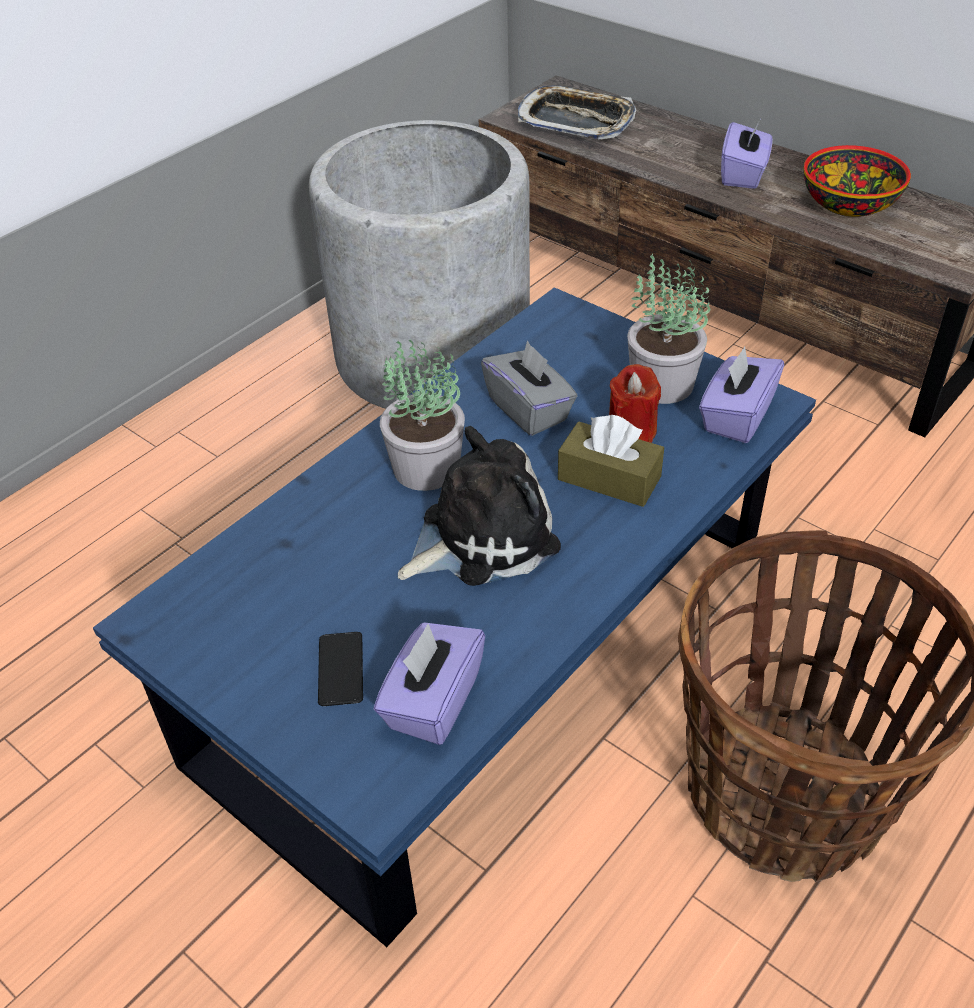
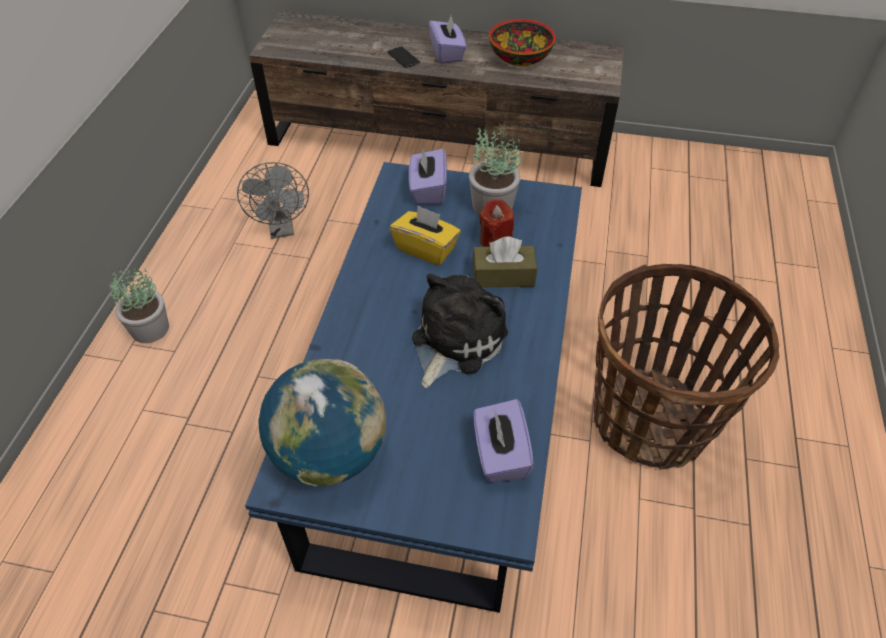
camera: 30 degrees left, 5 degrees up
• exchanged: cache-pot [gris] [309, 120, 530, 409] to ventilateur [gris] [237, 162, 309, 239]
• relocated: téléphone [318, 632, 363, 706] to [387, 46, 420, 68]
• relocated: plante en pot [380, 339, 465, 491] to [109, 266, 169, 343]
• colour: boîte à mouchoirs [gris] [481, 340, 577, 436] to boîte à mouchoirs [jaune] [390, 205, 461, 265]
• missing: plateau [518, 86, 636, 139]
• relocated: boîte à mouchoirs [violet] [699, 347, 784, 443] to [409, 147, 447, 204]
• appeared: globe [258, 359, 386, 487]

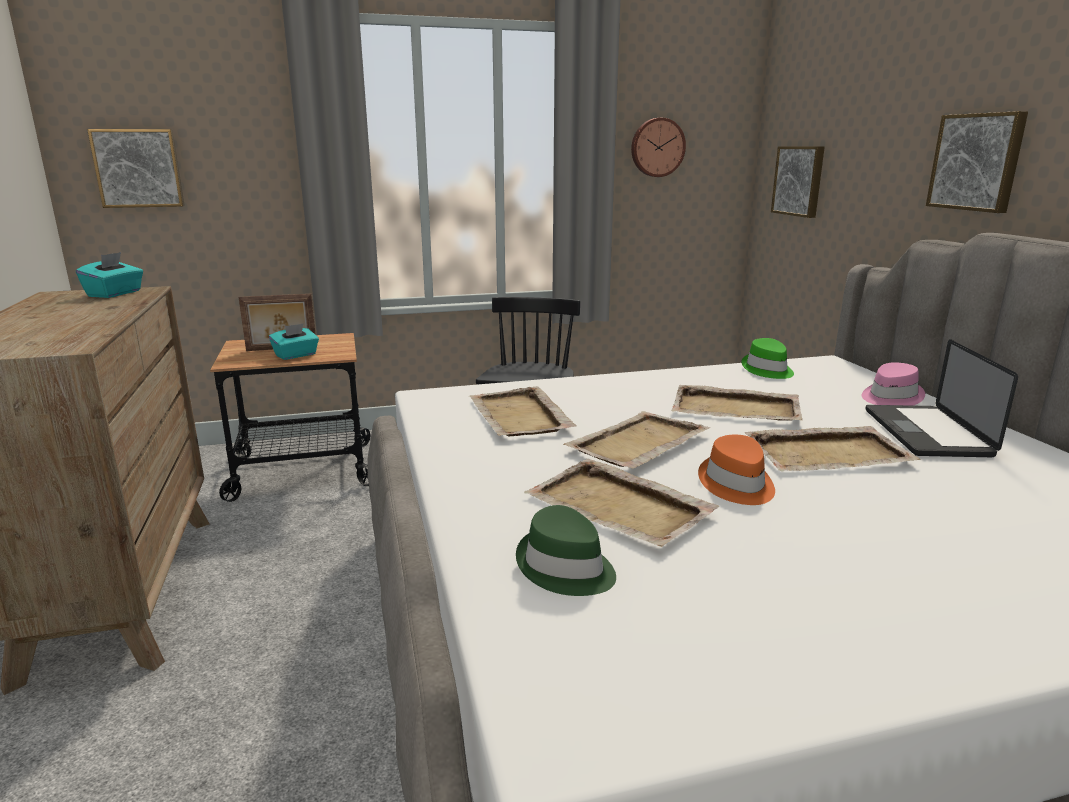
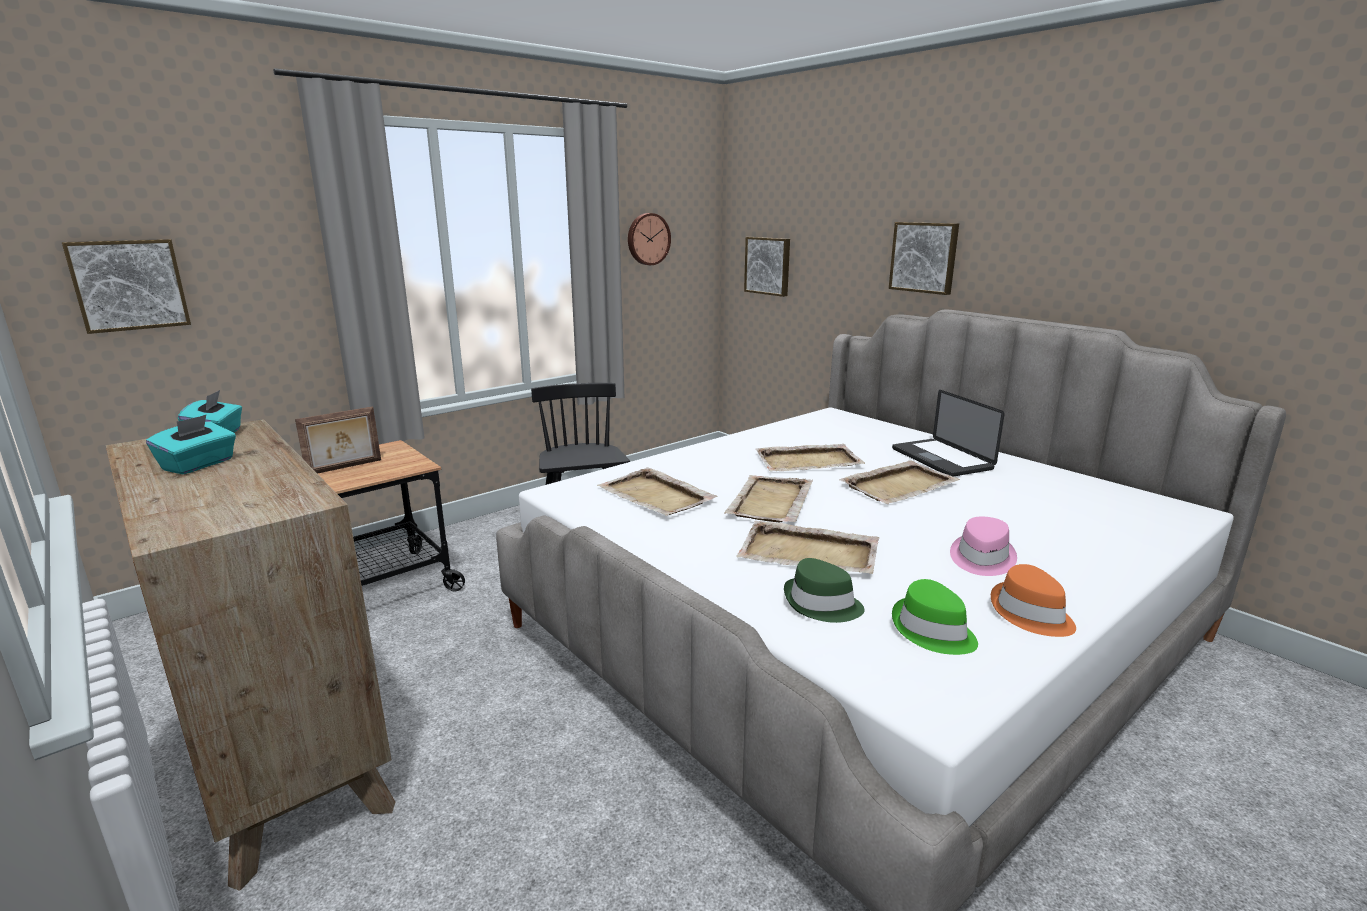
camera: 25 degrees left, 0 degrees up
• relocated: boîte à mouchoirs [turquoise] [269, 324, 319, 360] to [146, 415, 236, 474]
• relocated: chapeau [orange] [698, 435, 775, 505] to [991, 564, 1076, 637]
• relocated: chapeau [vert] [741, 338, 794, 379] to [892, 579, 978, 655]
• relocated: chapeau [rose] [862, 362, 925, 406] to [950, 517, 1017, 576]

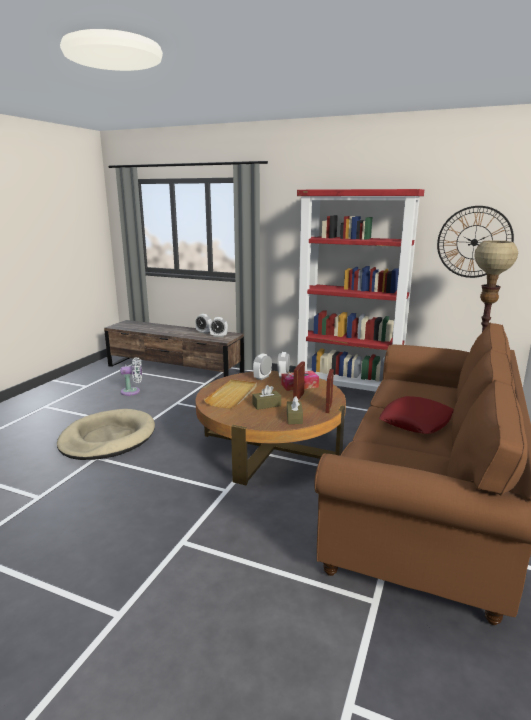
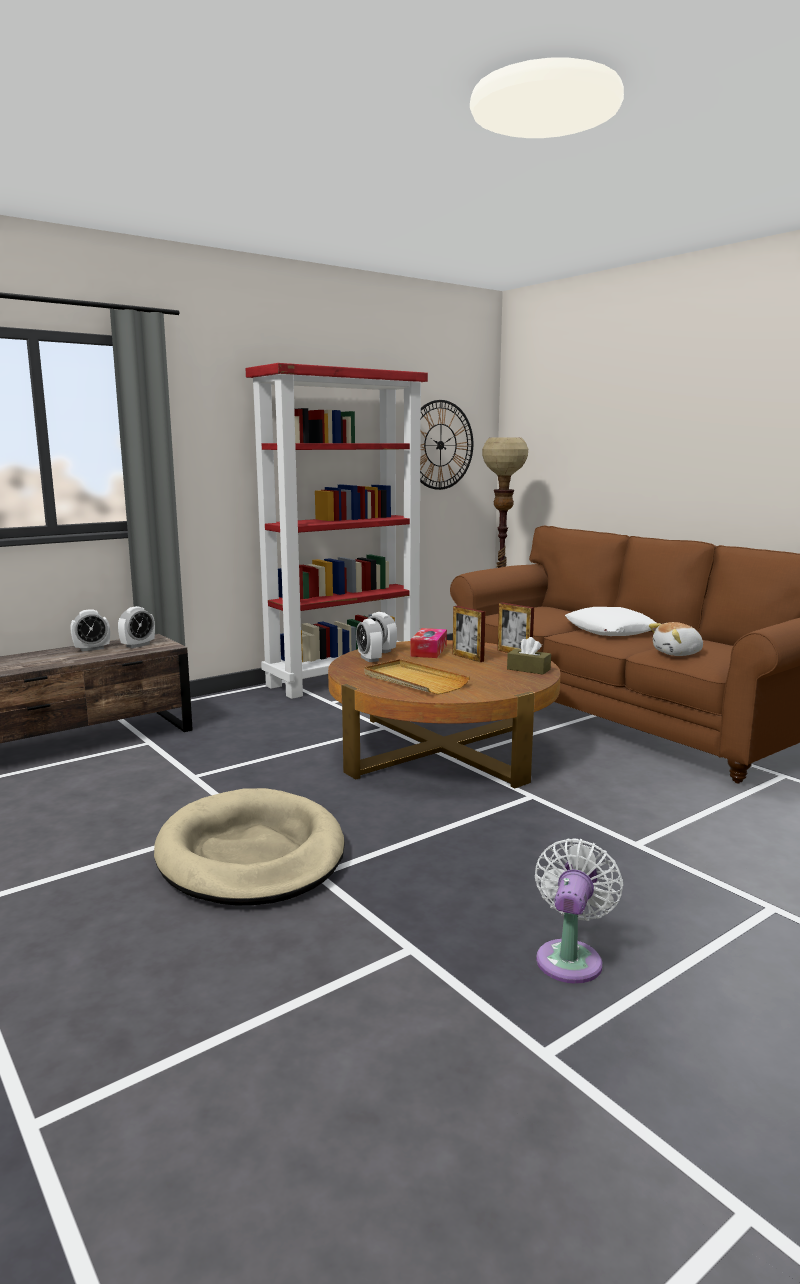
camera: 60 degrees left, 5 degrees down
• relocated: ventilateur [blanc] [120, 357, 142, 396] to [535, 838, 623, 984]
• missing: boîte à mouchoirs [marron] [252, 385, 281, 410]
• colour: coussin [rouge] [379, 396, 454, 434] to coussin [blanc] [565, 607, 656, 636]
• appeared: peluche [649, 622, 704, 656]

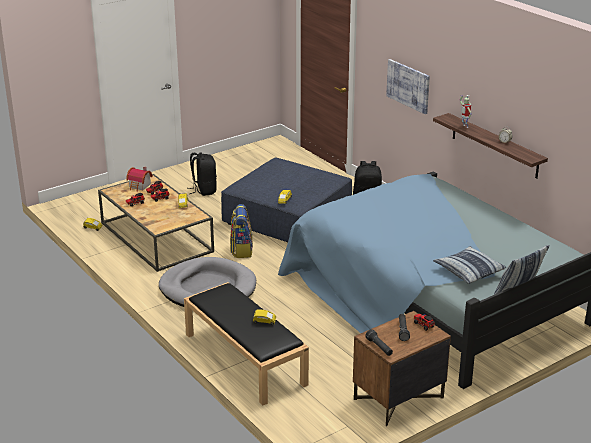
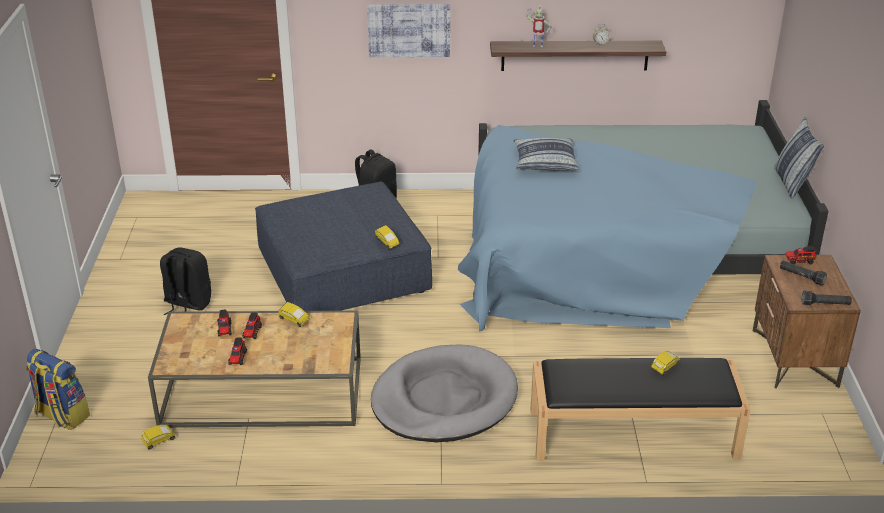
camera: 55 degrees left, 5 degrees up
• missing: maison miniature [126, 167, 153, 192]
• relocated: sac à dos [230, 204, 253, 258] to [26, 349, 90, 430]
• relocated: coussin [433, 246, 506, 284] to [513, 137, 578, 171]

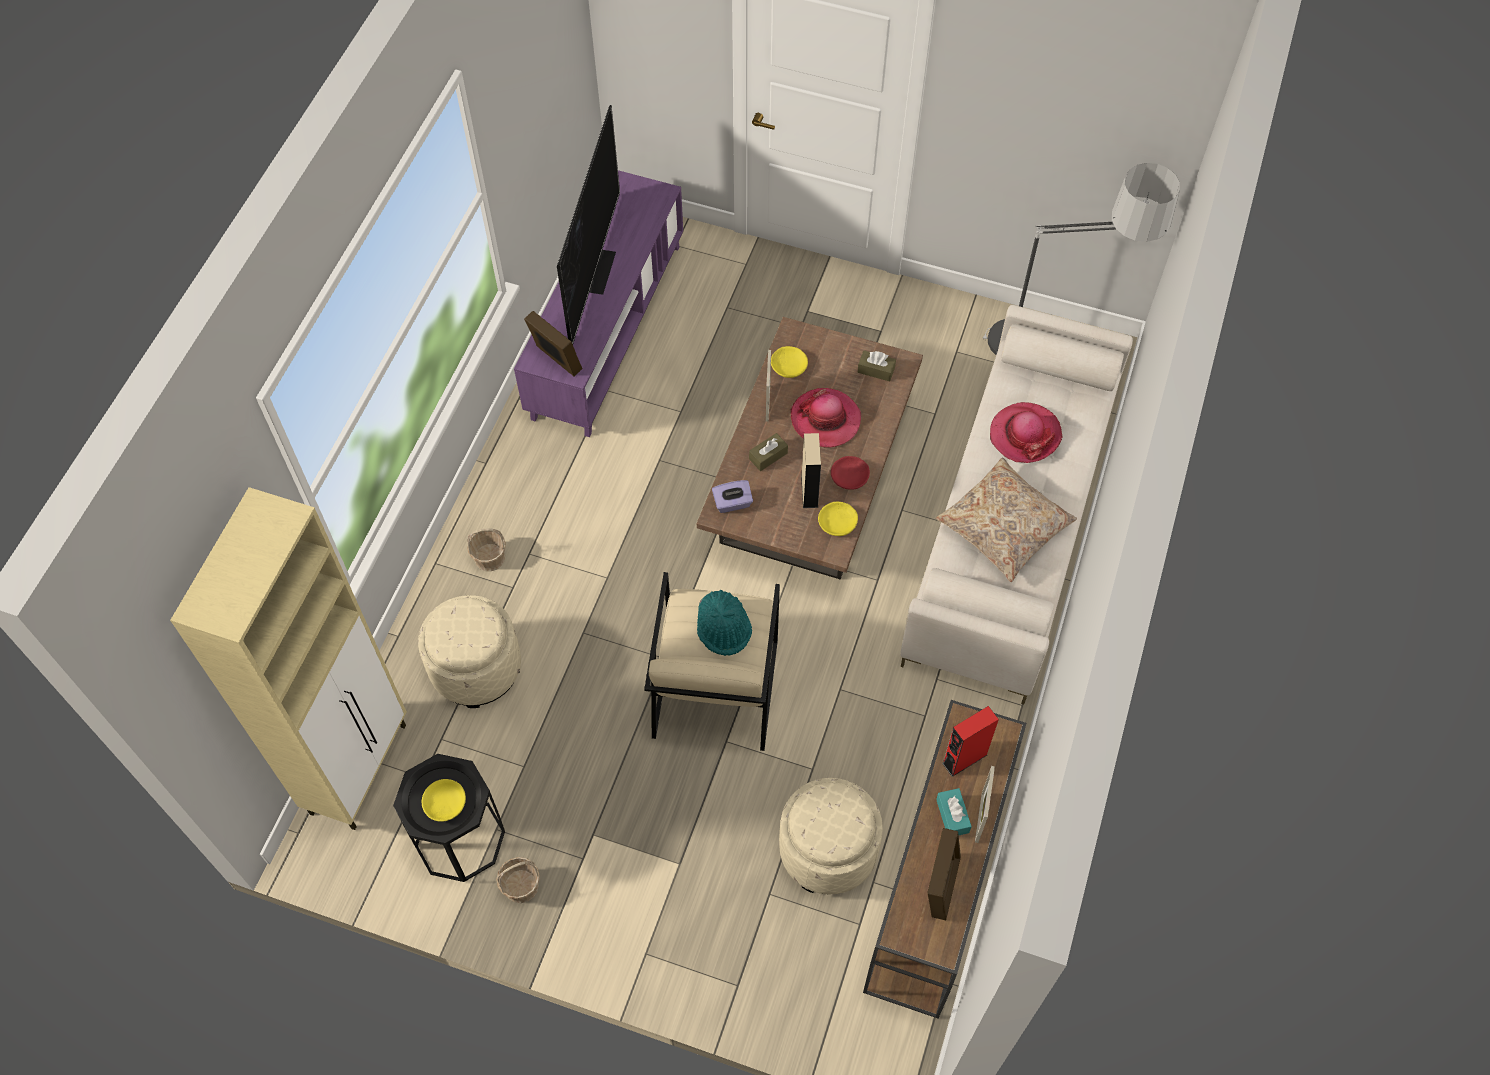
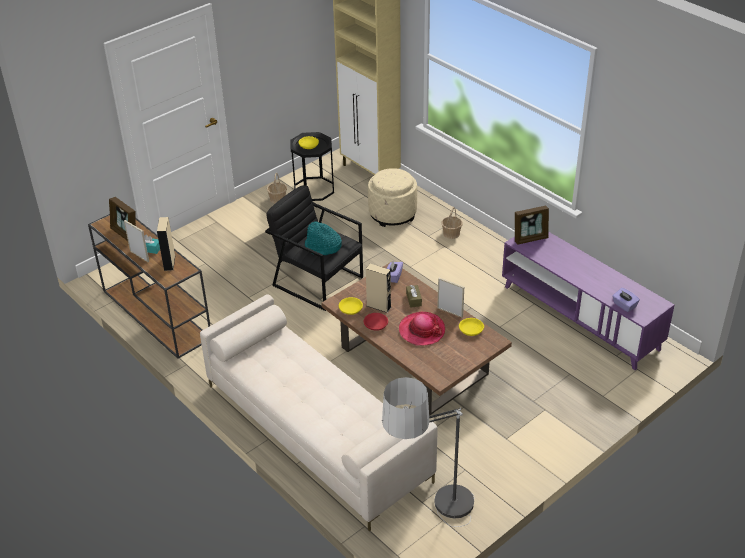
camera: 120 degrees right, 20 degrees down
• missing: téléviseur [557, 105, 620, 344]
• colour: fauteuil [beige] [644, 572, 780, 751] to fauteuil [noir] [265, 186, 363, 311]
• missing: pouf [beige] [779, 778, 883, 894]
• missing: boîte à mouchoirs [marron] [858, 351, 896, 382]
• missing: coussin [beige] [936, 458, 1077, 582]
• colour: enceinte [rouge] [942, 706, 999, 777] to enceinte [beige] [157, 217, 176, 271]
• missing: chapeau [990, 402, 1063, 463]
• appeared: boîte à mouchoirs [violet] [612, 288, 640, 312]

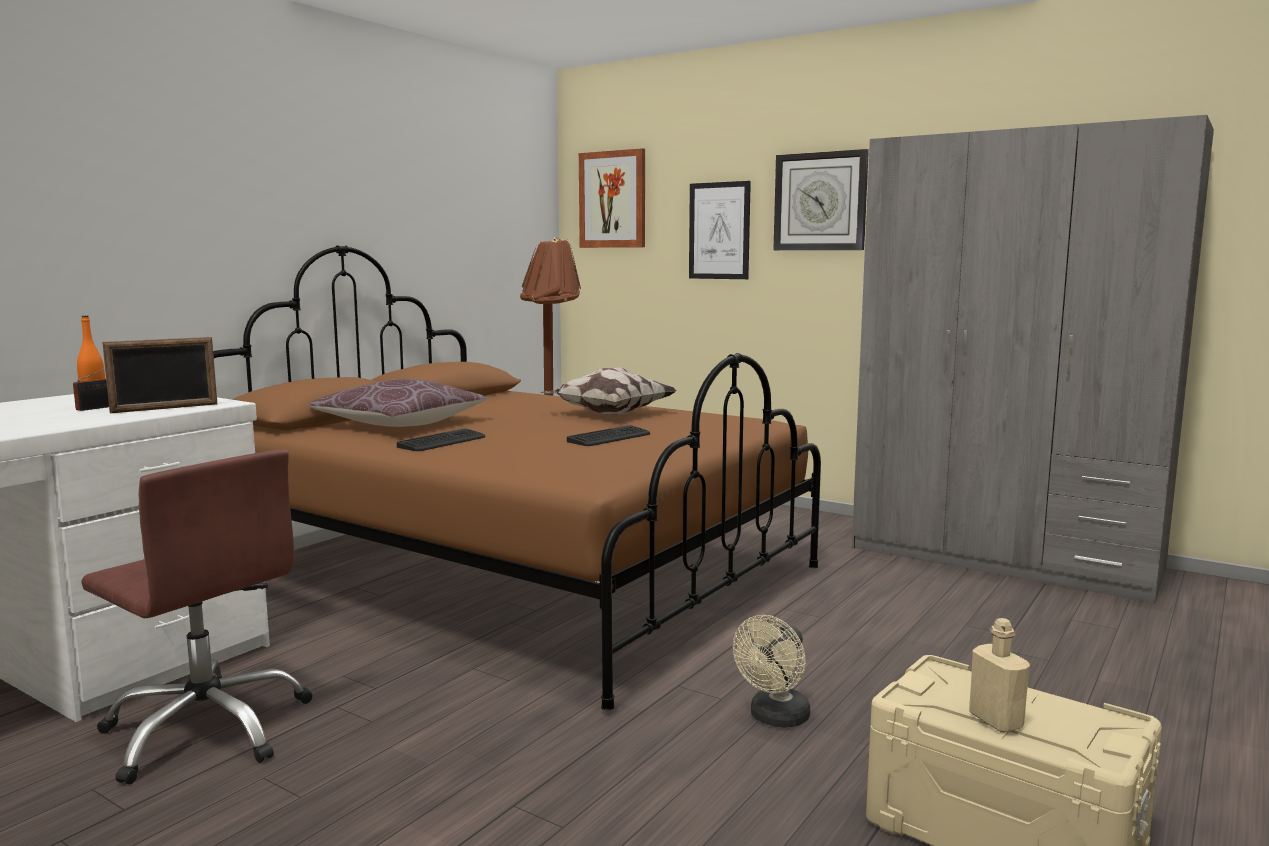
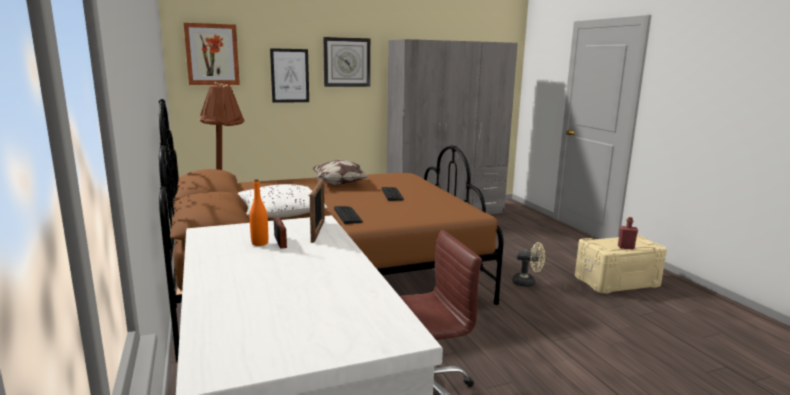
camera: 55 degrees left, 5 degrees up
• colour: coussin [marron] [308, 379, 487, 427] to coussin [blanc] [238, 184, 327, 218]
• spun: ventilateur [beige] [733, 615, 810, 728] = [512, 242, 545, 287] 60 degrees counterclockwise
• colour: bouteille [beige] [969, 618, 1030, 733] to bouteille [rouge] [618, 217, 638, 250]

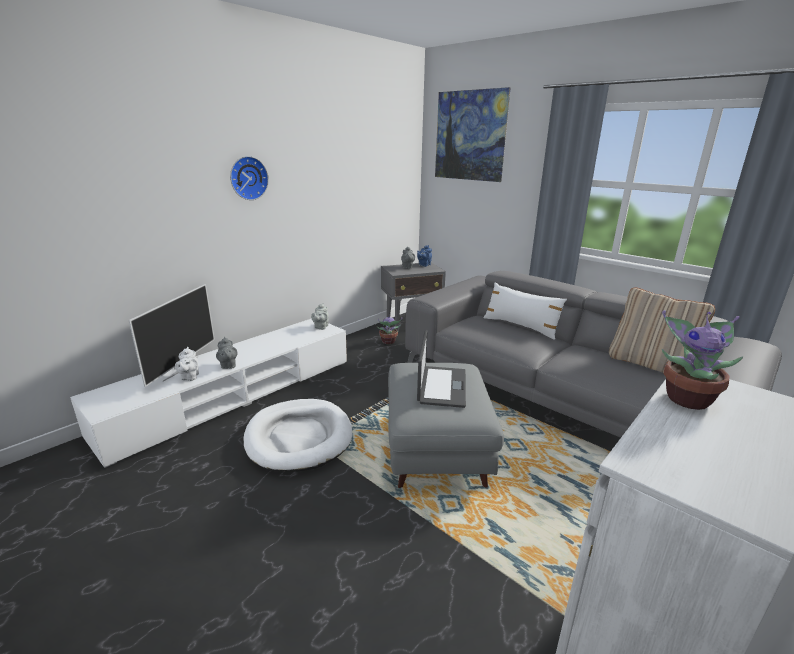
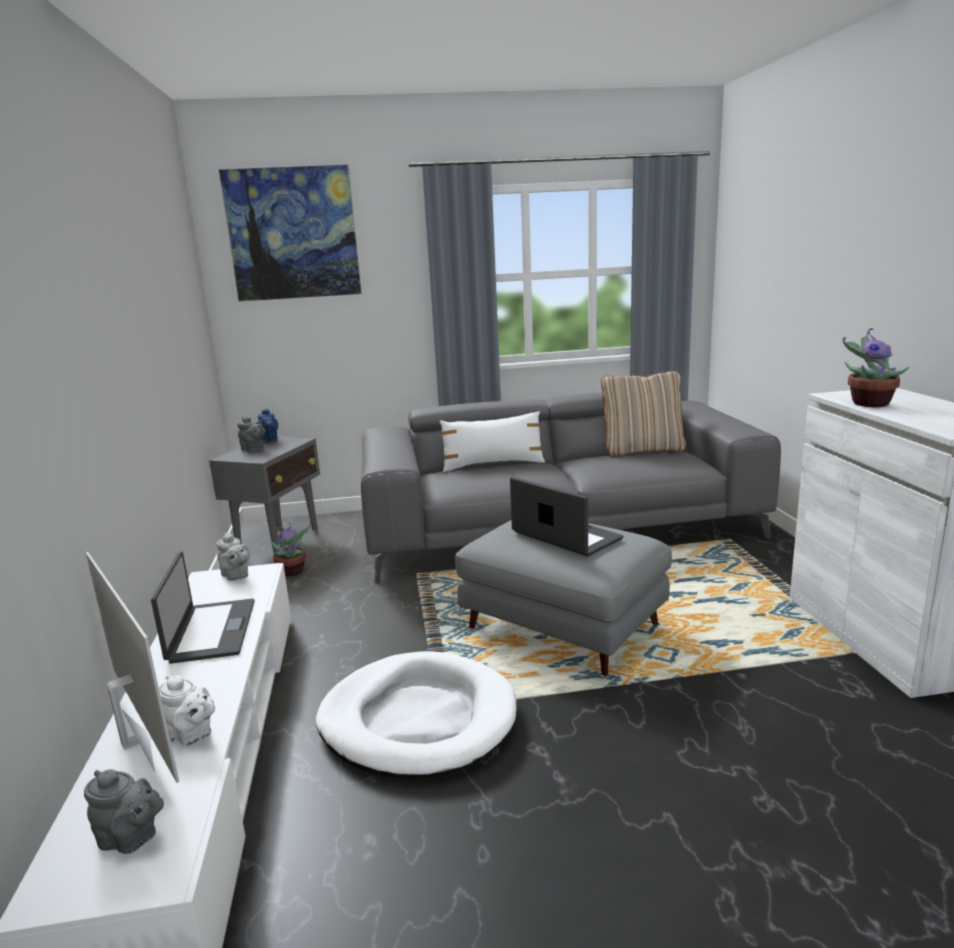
camera: 50 degrees left, 5 degrees down
• relocated: théière [gris] [216, 337, 237, 369] to [84, 769, 164, 854]
• missing: horloge murale [230, 156, 269, 200]
• appeared: ordinateur portable [151, 551, 255, 664]

